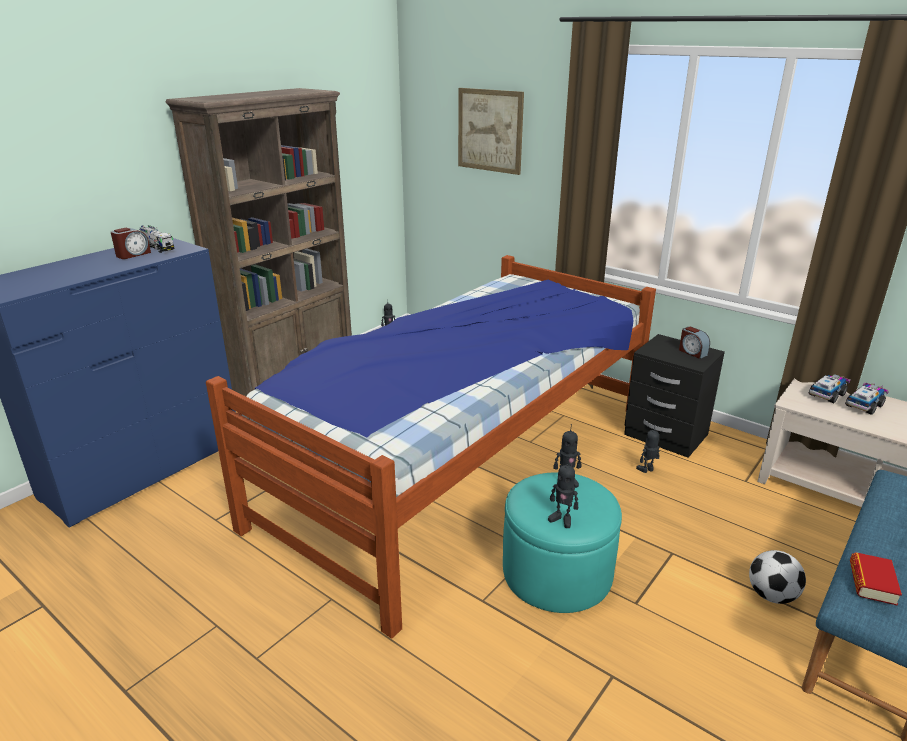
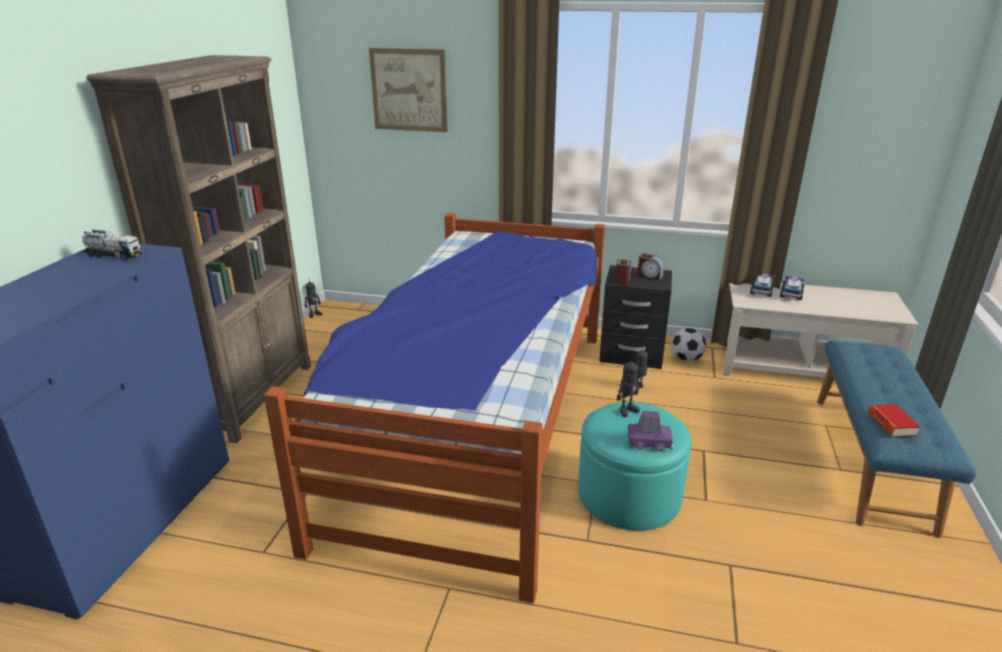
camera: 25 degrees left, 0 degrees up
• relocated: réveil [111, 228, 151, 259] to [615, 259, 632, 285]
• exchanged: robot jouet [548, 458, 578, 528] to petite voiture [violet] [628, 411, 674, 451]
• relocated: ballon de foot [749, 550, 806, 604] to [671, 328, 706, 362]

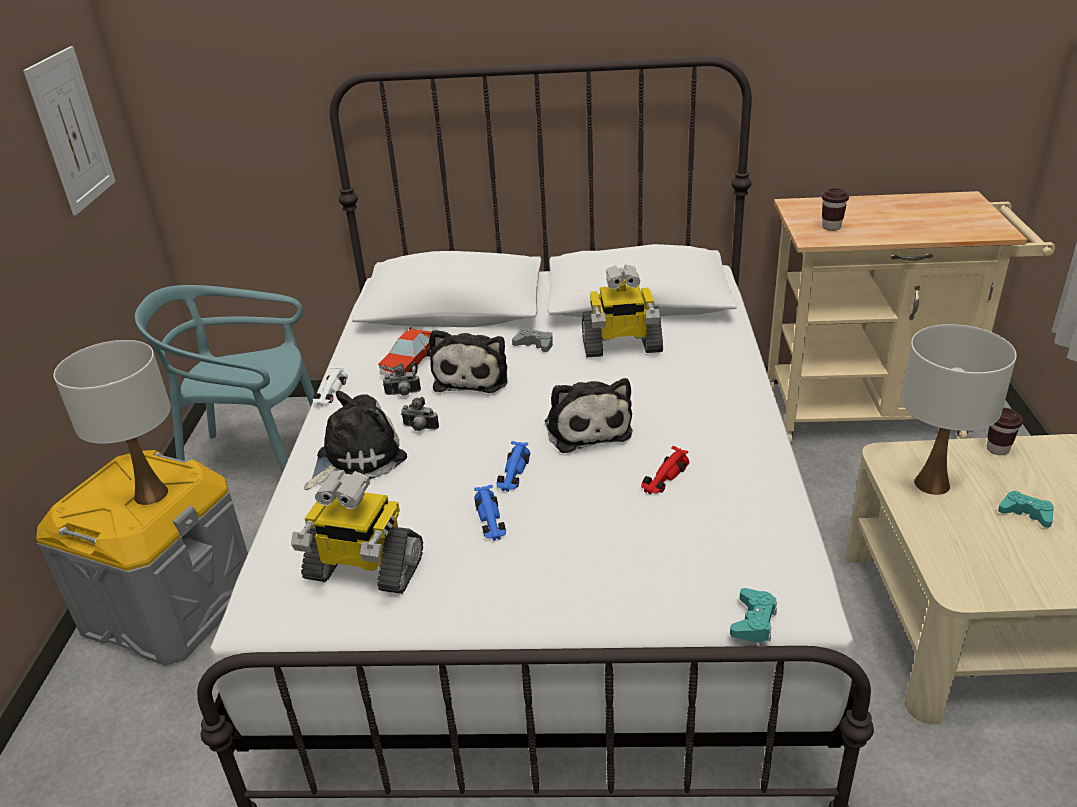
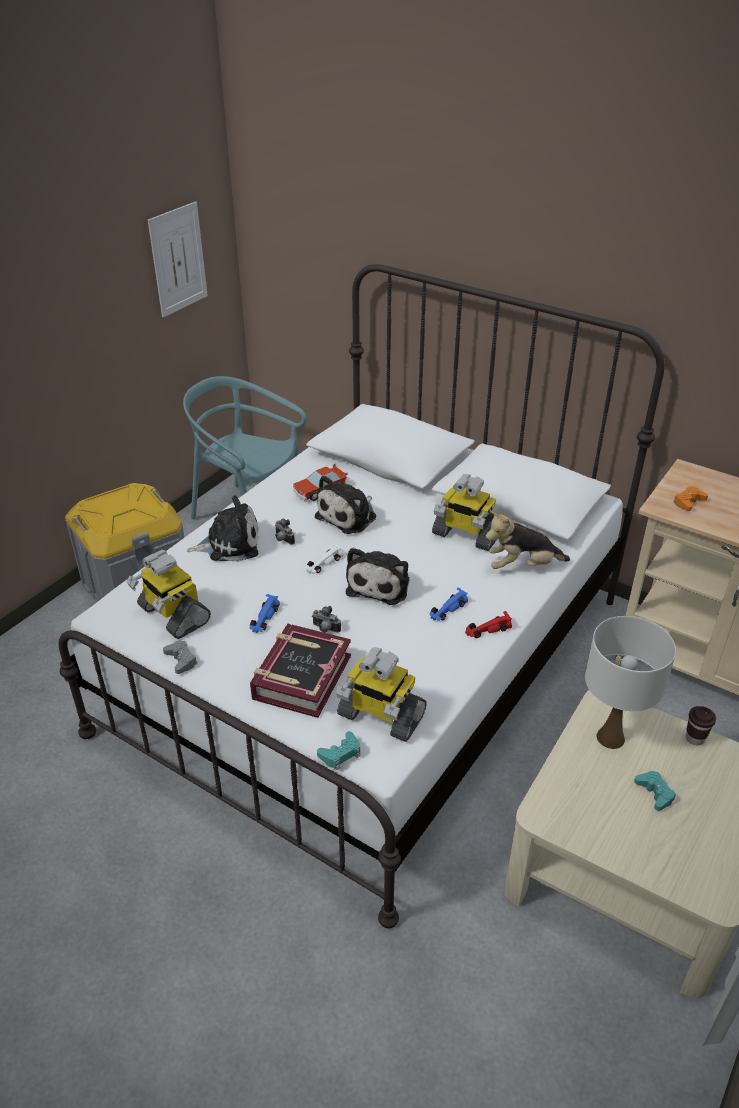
camera: 30 degrees right, 5 degrees up
• missing: lampe de table [blanc] [54, 340, 171, 505]
• relocated: petite voiture [blanc] [313, 366, 348, 406] to [306, 543, 343, 573]
• relocated: appareil photo [383, 363, 421, 396] to [312, 606, 341, 633]
• relocated: petite voiture [bleu] [496, 441, 530, 492] to [429, 587, 468, 621]
• relocated: manette [gris] [512, 328, 553, 352] to [163, 641, 197, 674]
• relocated: petite voiture [rouge] [641, 446, 689, 495] to [465, 611, 512, 638]
• exchanged: tasse [marron] [822, 188, 849, 231] to manette [orange] [673, 486, 708, 511]
• appeared: livre [250, 624, 351, 718]
• appeared: robot jouet [336, 647, 427, 742]
• appeared: peluche [485, 511, 570, 569]

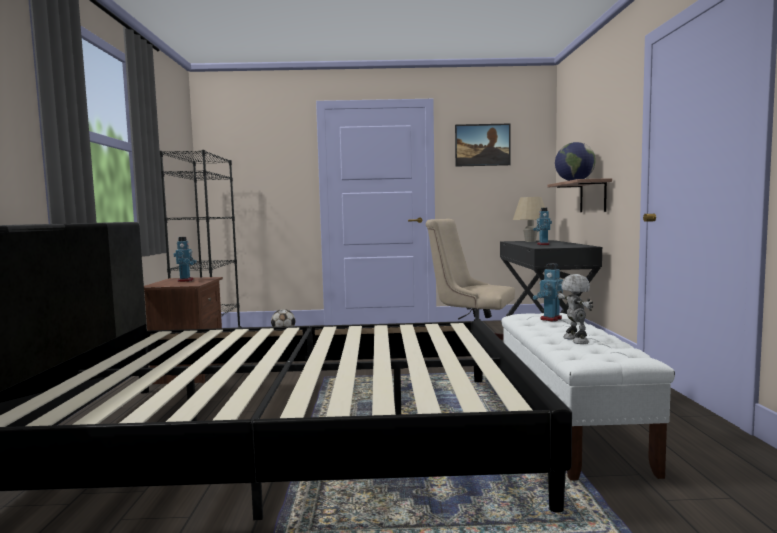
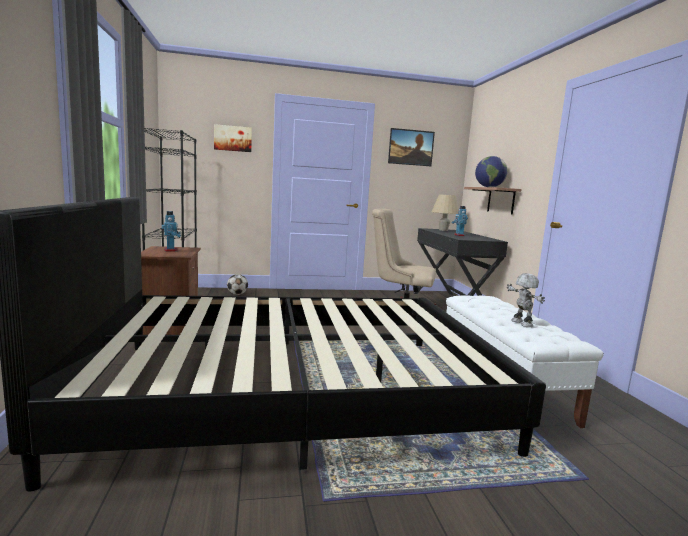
camera: 10 degrees left, 5 degrees up
• missing: robot jouet [533, 263, 563, 322]
• appeared: tableau [214, 124, 252, 152]

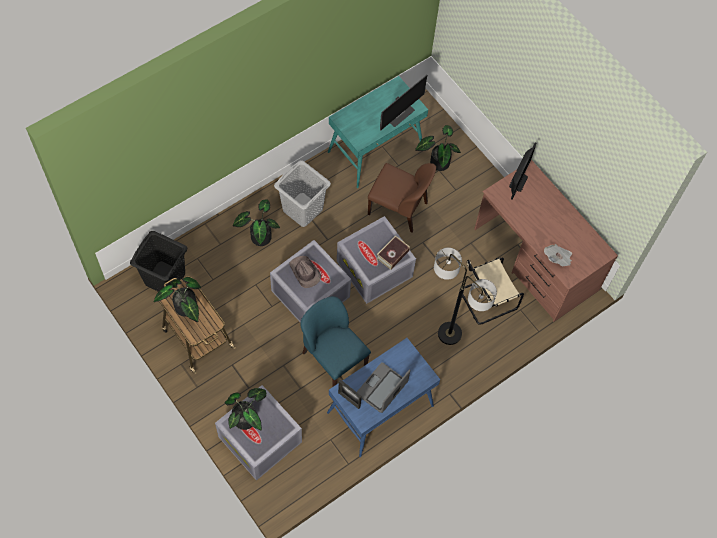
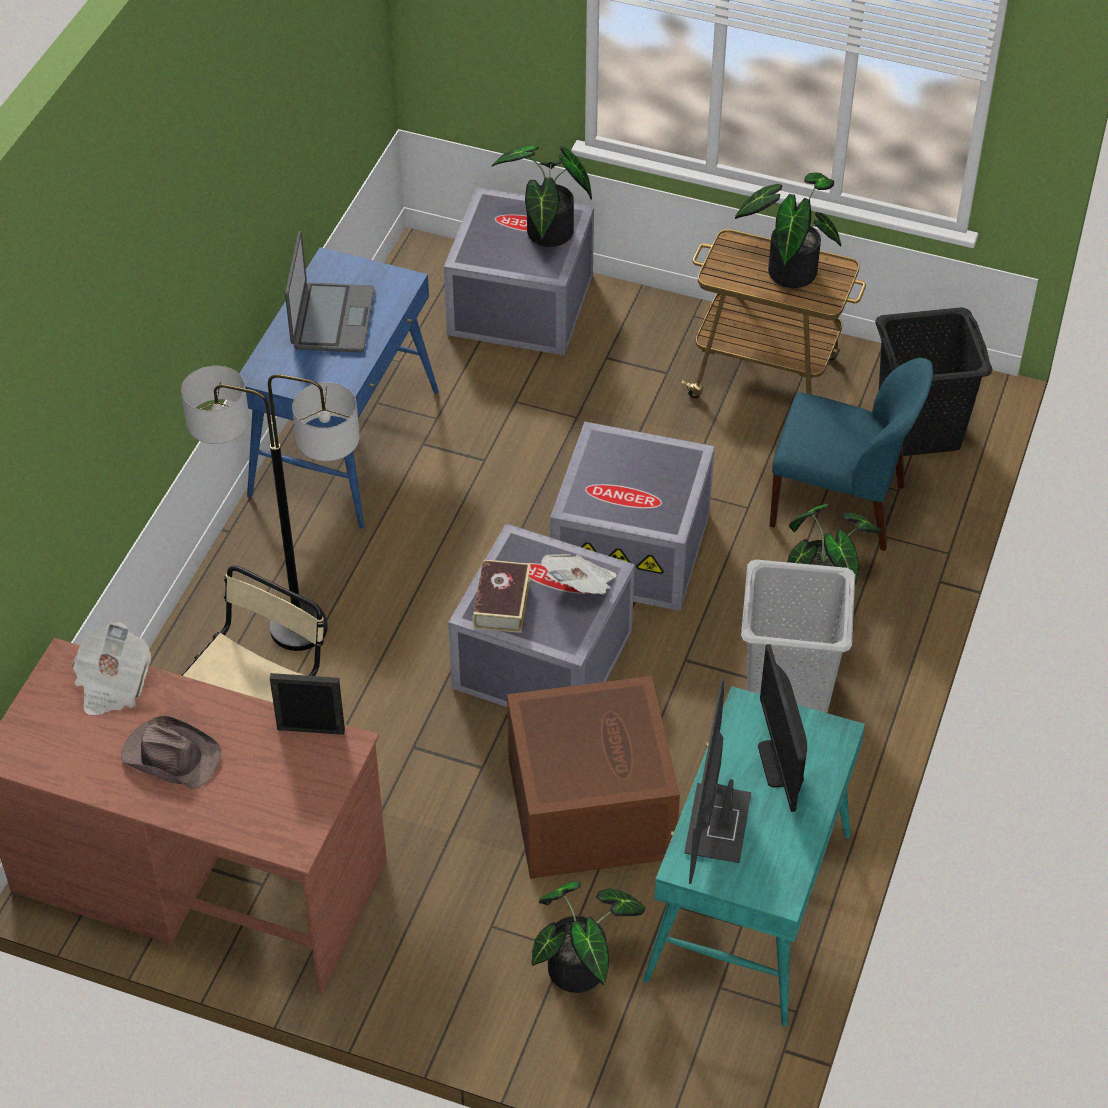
camera: 150 degrees right, 15 degrees down
• relocated: chapeau [marron] [289, 256, 321, 288] to [121, 716, 221, 790]
• relocated: chaise [bleu] [300, 296, 371, 387] to [770, 358, 933, 551]
• relocated: cadre photo [338, 380, 362, 409] to [270, 673, 345, 735]
• exchanged: chaise [marron] [368, 163, 436, 233] to boîte de rangement [marron] [507, 676, 680, 879]
• relocated: écran d'ordinateur [509, 143, 536, 200] to [758, 644, 807, 812]
• appeared: journal [541, 554, 616, 595]

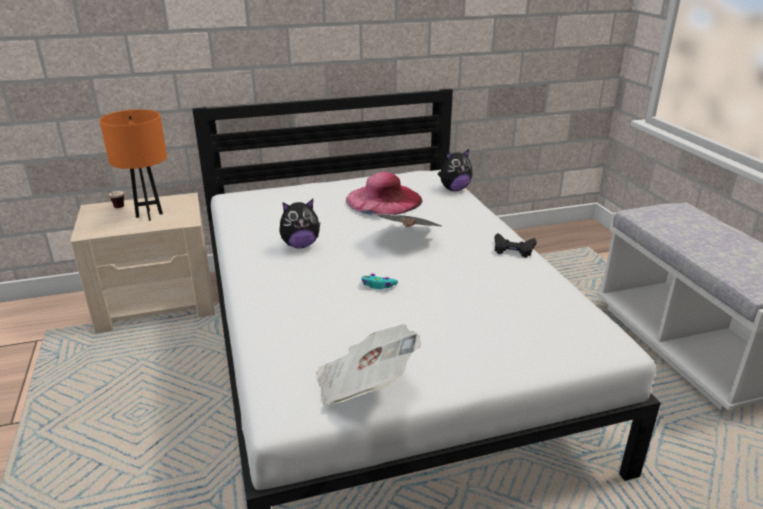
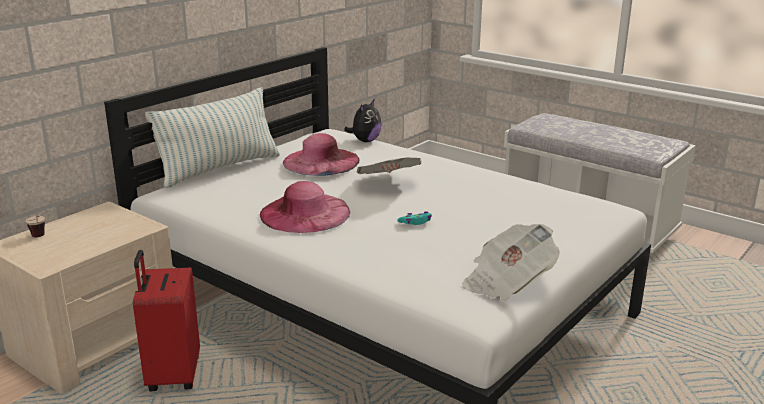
camera: 35 degrees left, 5 degrees down
• missing: lampe de table [orange] [99, 109, 167, 221]
• exchanged: peluche [279, 199, 320, 248] to chapeau [rose] [260, 181, 350, 233]
• missing: manette [noir] [494, 233, 537, 258]
• appeared: valise [rouge] [133, 250, 200, 391]
• appeared: coussin [145, 87, 280, 188]

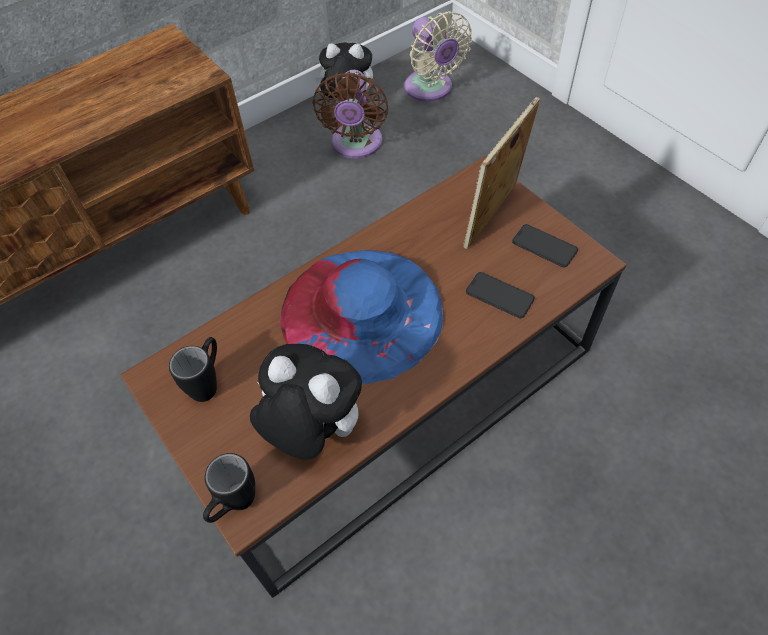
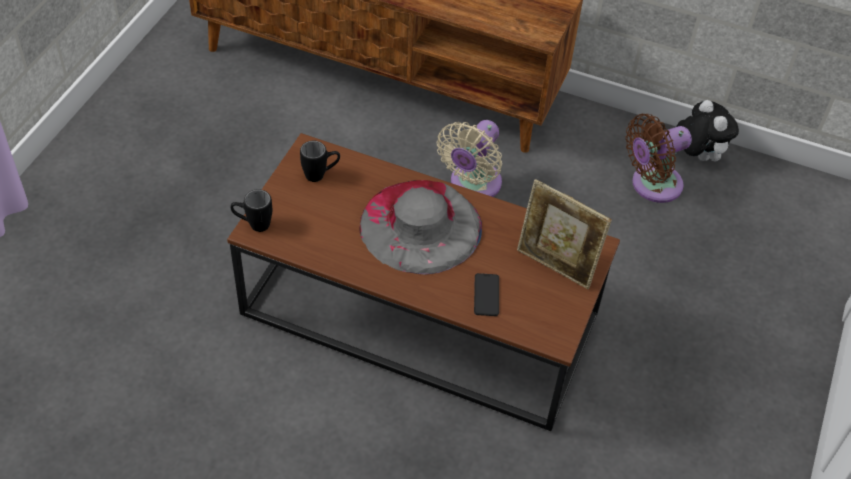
camera: 55 degrees right, 5 degrees down
• missing: peluche [250, 344, 362, 460]
• colour: chapeau [bleu] [280, 250, 443, 384] to chapeau [gris] [359, 180, 482, 274]
• relocated: ventilateur [beige] [404, 11, 472, 102] to [437, 120, 502, 197]
• spun: cadre photo [463, 97, 540, 249] = [517, 179, 612, 289] 150 degrees counterclockwise
• missing: téléphone [512, 224, 578, 267]

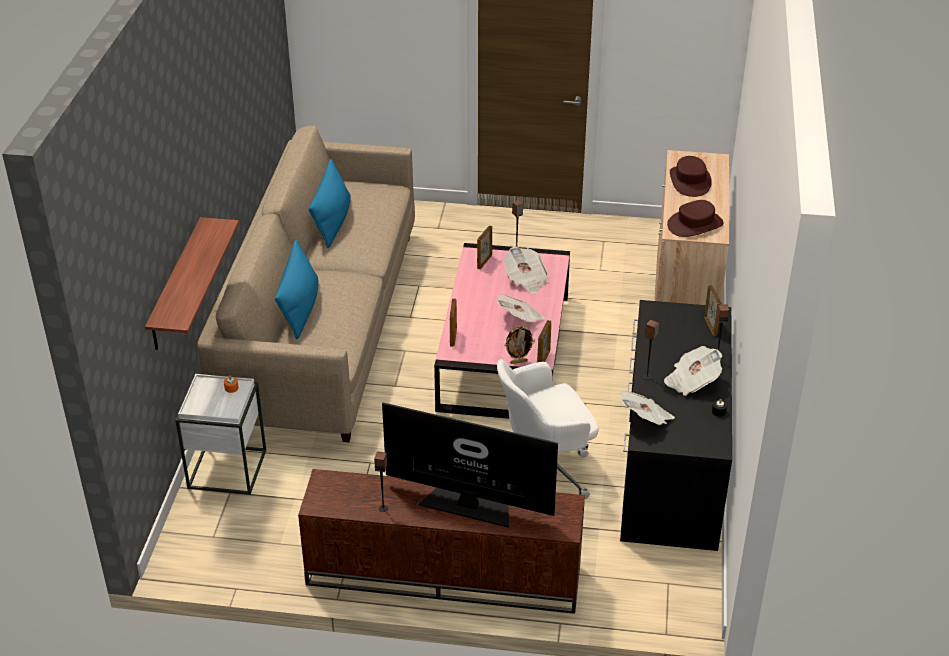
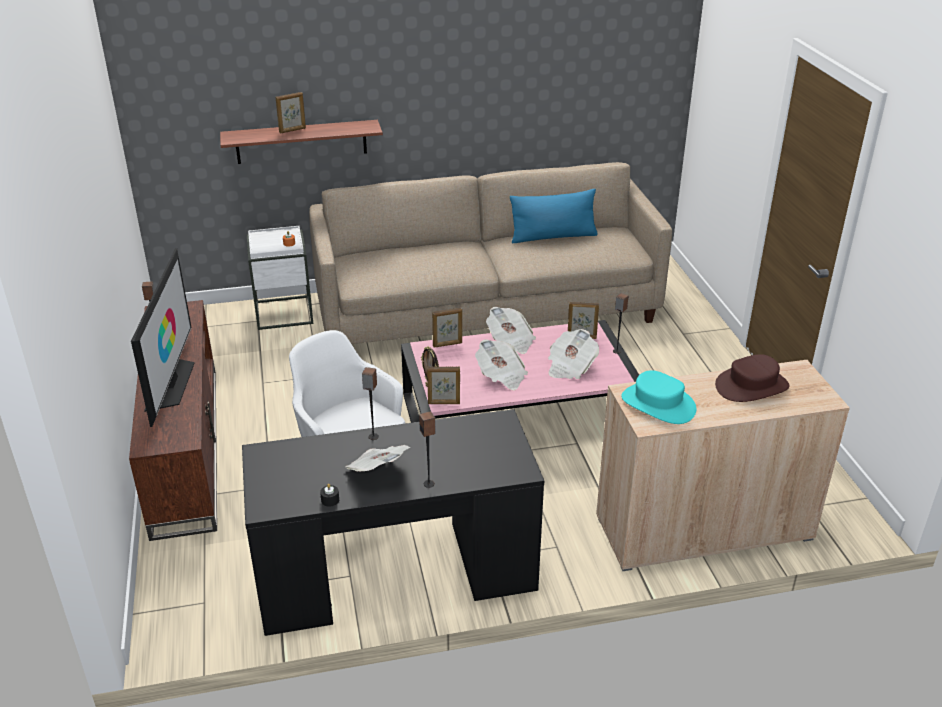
camera: 70 degrees right, 5 degrees down
• missing: coussin [bleu] [275, 240, 318, 339]
• relocated: journal [620, 391, 675, 425] to [486, 307, 536, 354]
• colour: chapeau [marron] [667, 200, 724, 237] to chapeau [turquoise] [622, 370, 697, 424]
• relocated: cadre photo [704, 285, 722, 336] to [276, 92, 306, 134]

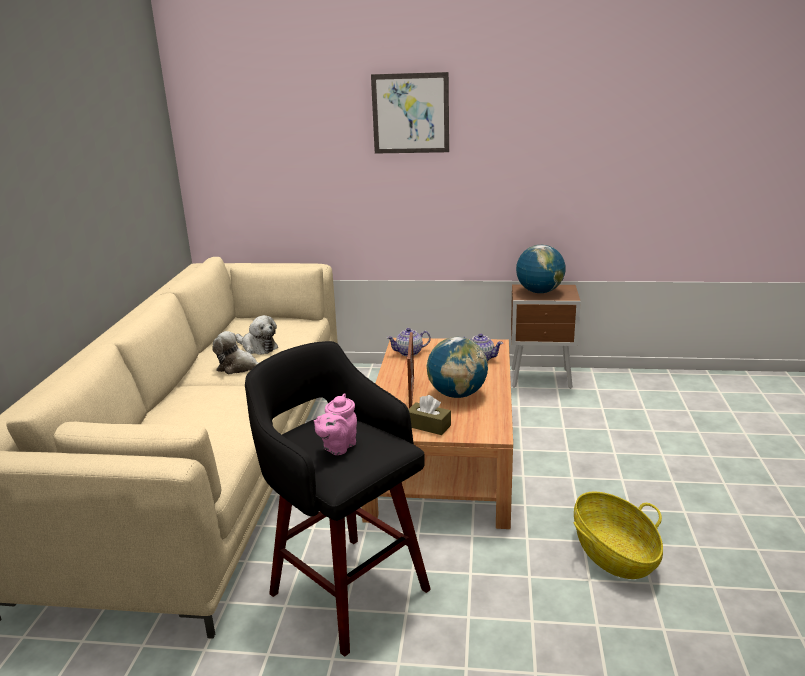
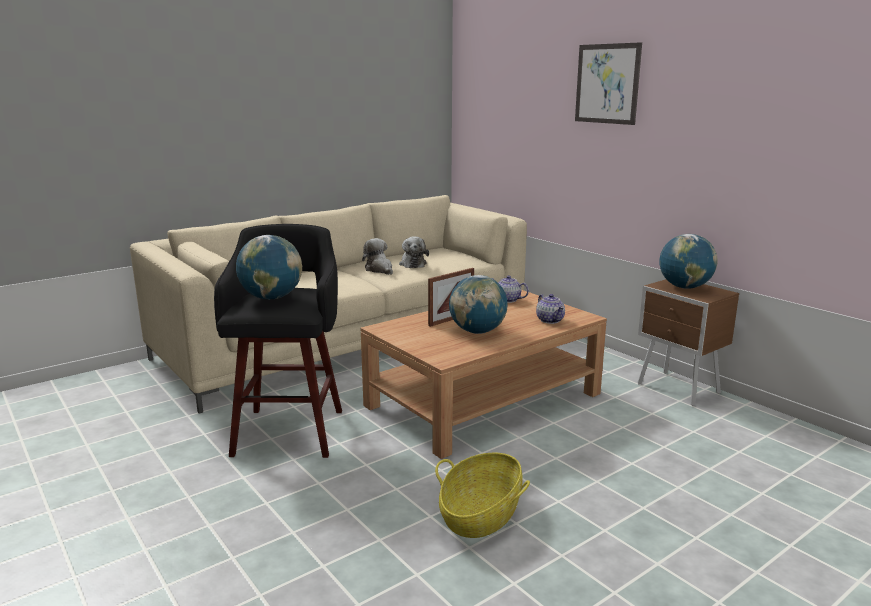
camera: 45 degrees right, 5 degrees down
• exchanged: théière [rose] [314, 393, 357, 455] to globe [236, 235, 302, 300]
• missing: boîte à mouchoirs [marron] [408, 395, 451, 435]

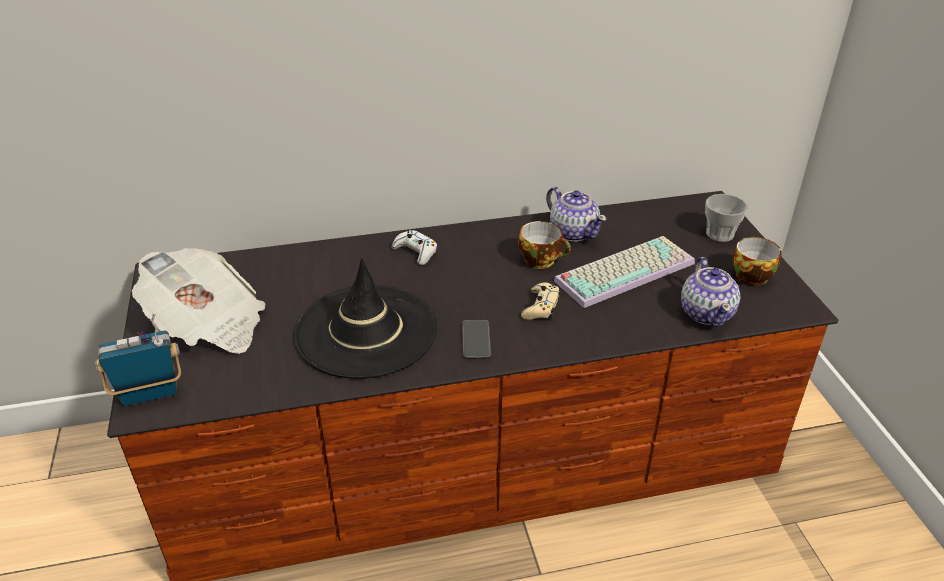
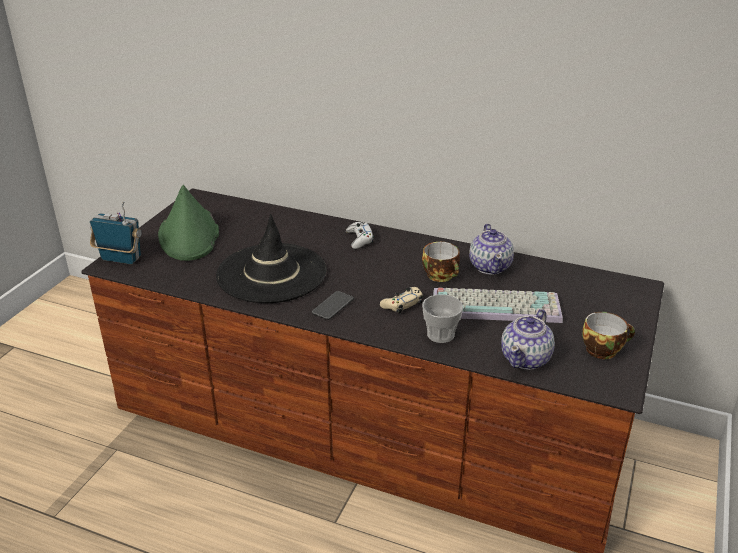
camera: 35 degrees right, 5 degrees down
• exchanged: journal [132, 248, 266, 354] to chapeau [vert] [158, 185, 219, 261]
• relocated: tasse [705, 194, 748, 242] to [422, 294, 463, 343]

